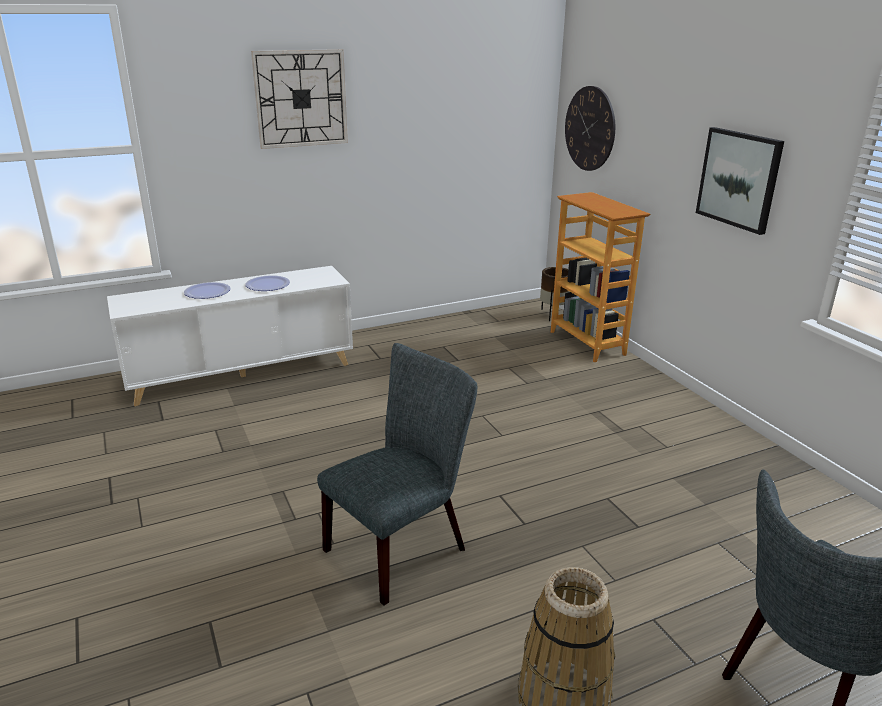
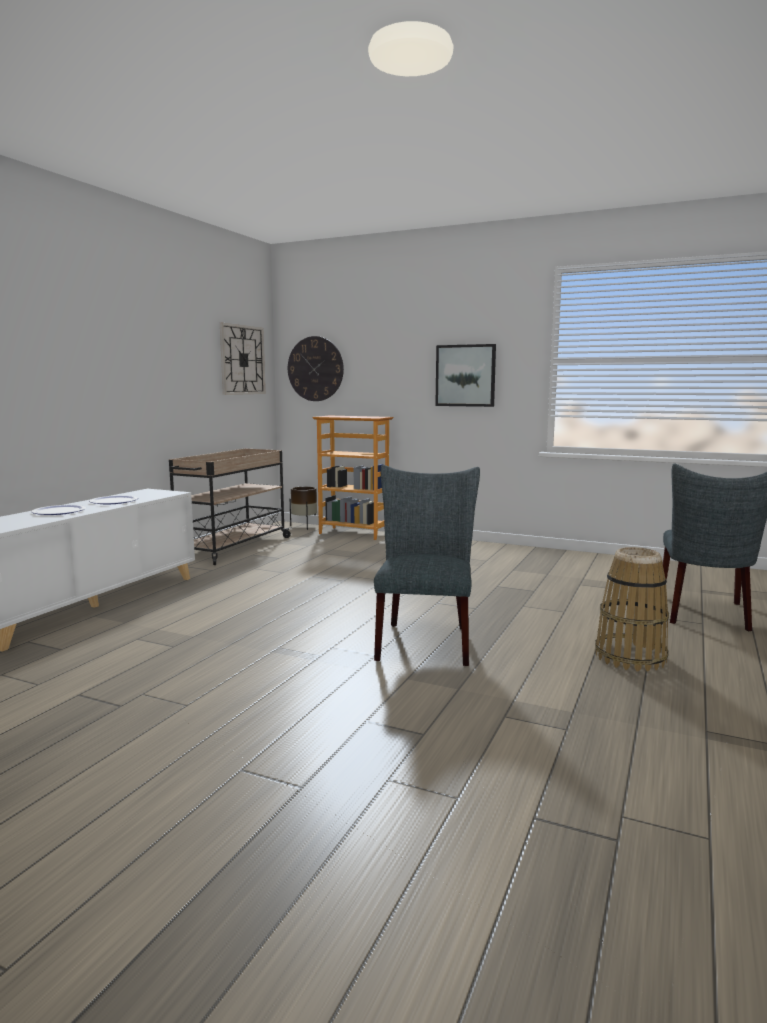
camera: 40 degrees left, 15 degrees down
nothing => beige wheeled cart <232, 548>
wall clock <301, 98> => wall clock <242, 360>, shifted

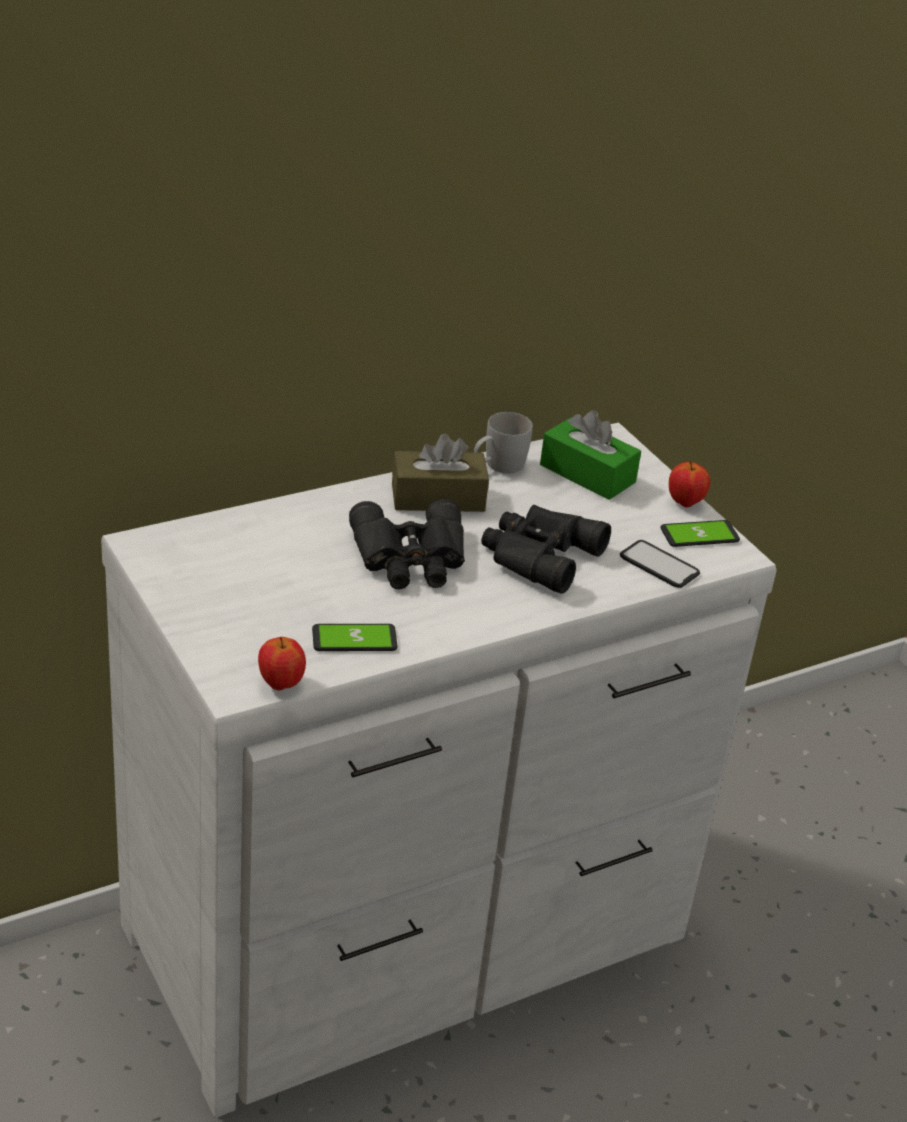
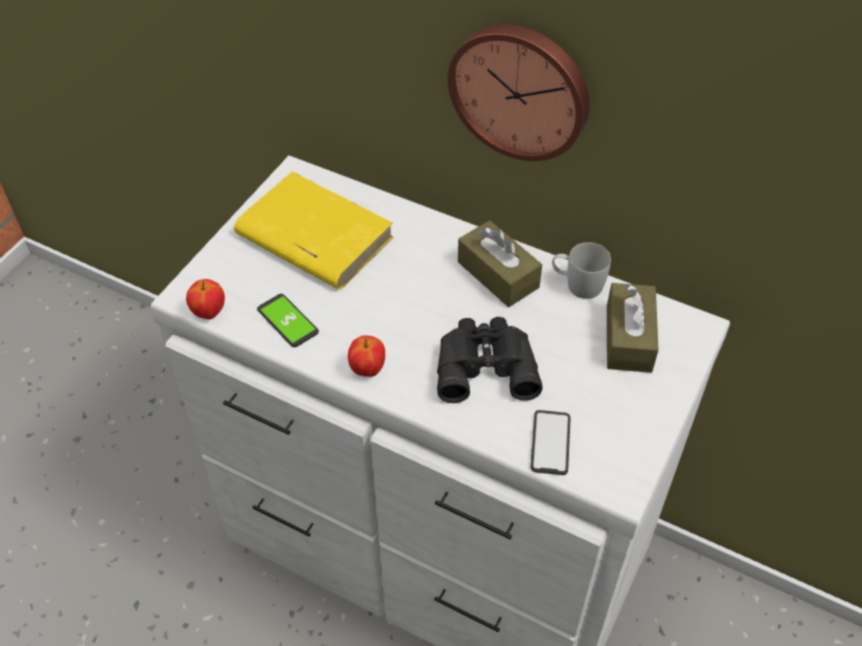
camera: 60 degrees right, 15 degrees up
nothing => yellowish book <313, 236>
whole apple <685, 502> => whole apple <367, 369>, shifted
nothing => wall clock <521, 90>
green-coloured tissue holder <587, 474> => brownish tissue holder <628, 338>
black-coloured binoculars <410, 558> => nothing
handset <699, 535> => nothing

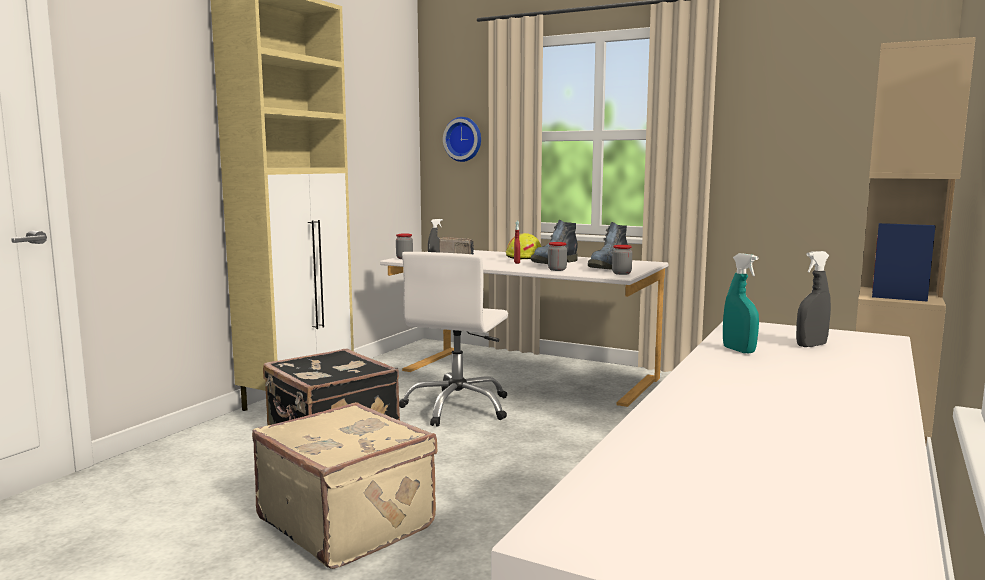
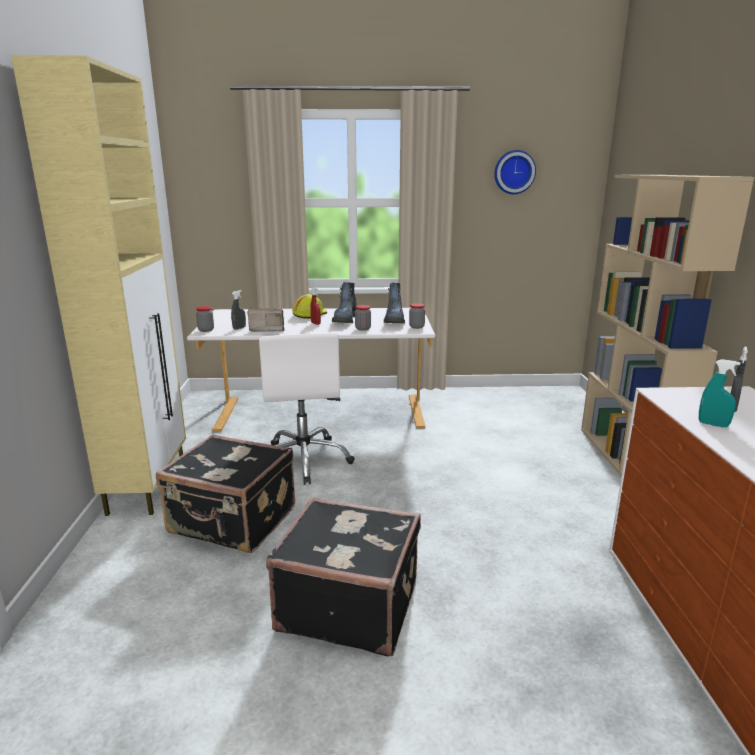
camera: 30 degrees left, 10 degrees up
beige travel case <348, 522> => black-coloured travel case <349, 604>
wall clock <464, 139> => wall clock <514, 172>, shifted

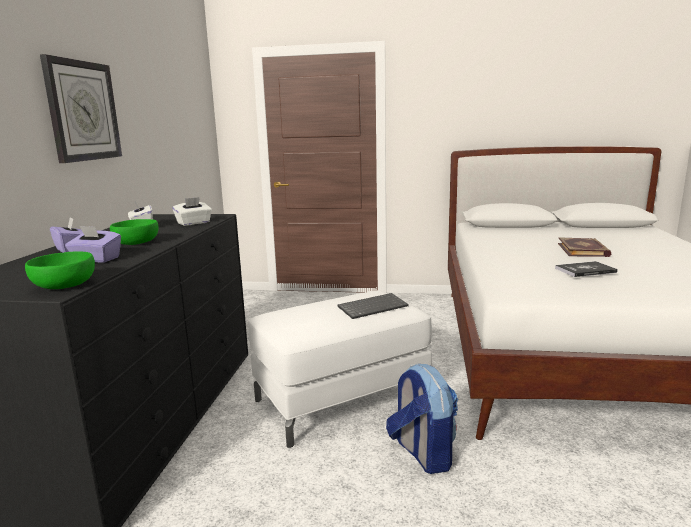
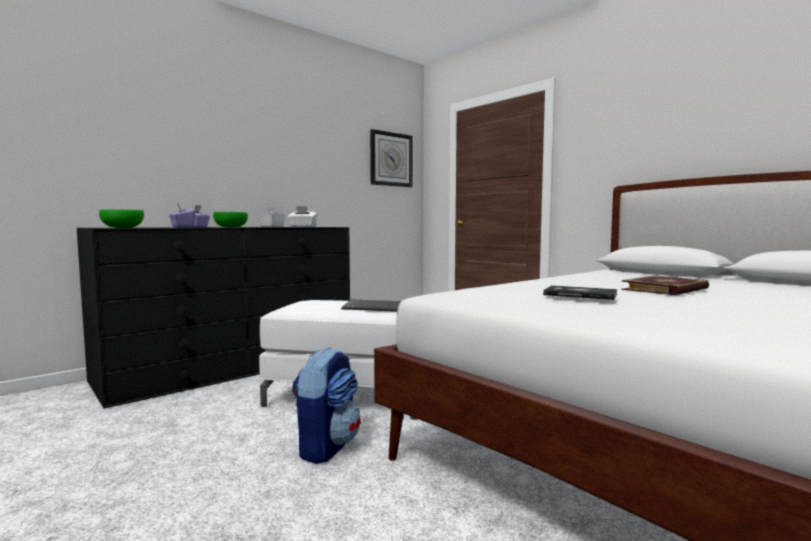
camera: 40 degrees right, 10 degrees down
wall clock <83, 111> => wall clock <391, 159>, shifted

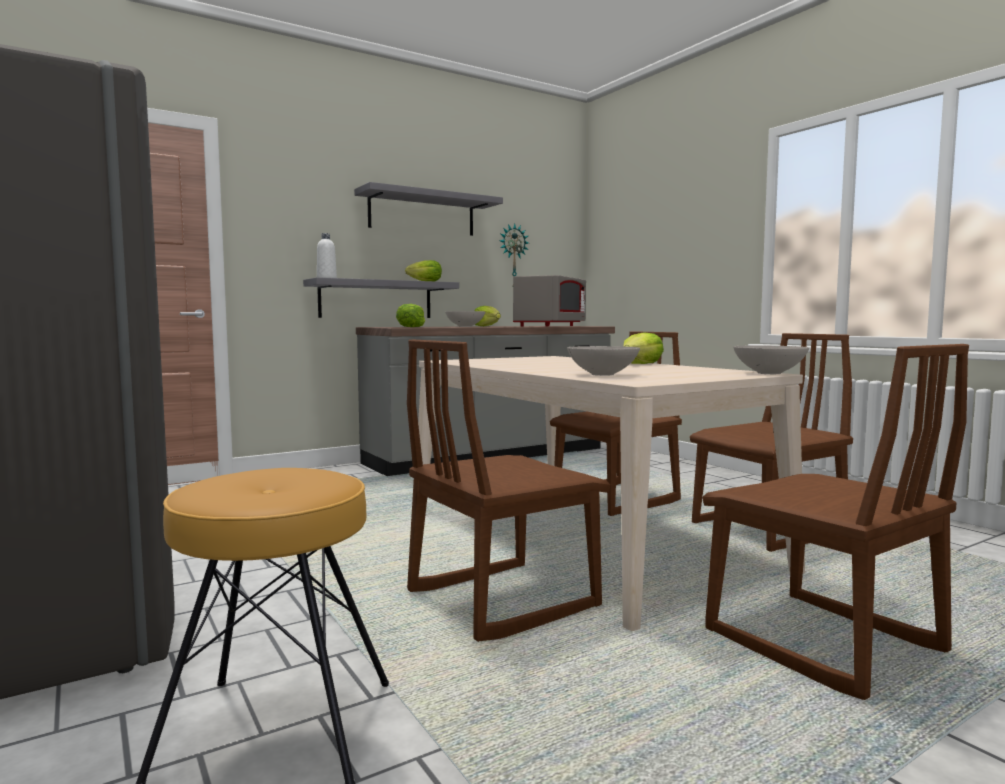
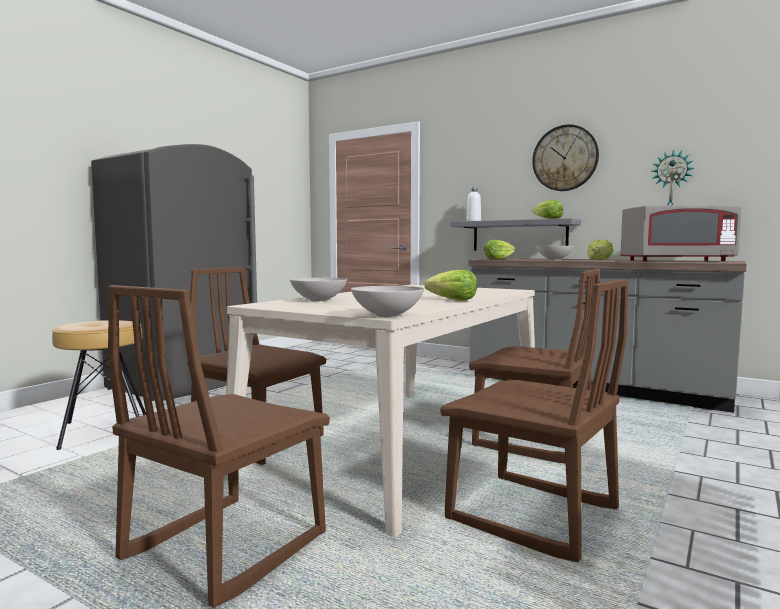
camera: 65 degrees right, 0 degrees up
grey bracket shelf <422, 214> => wall clock <565, 158>

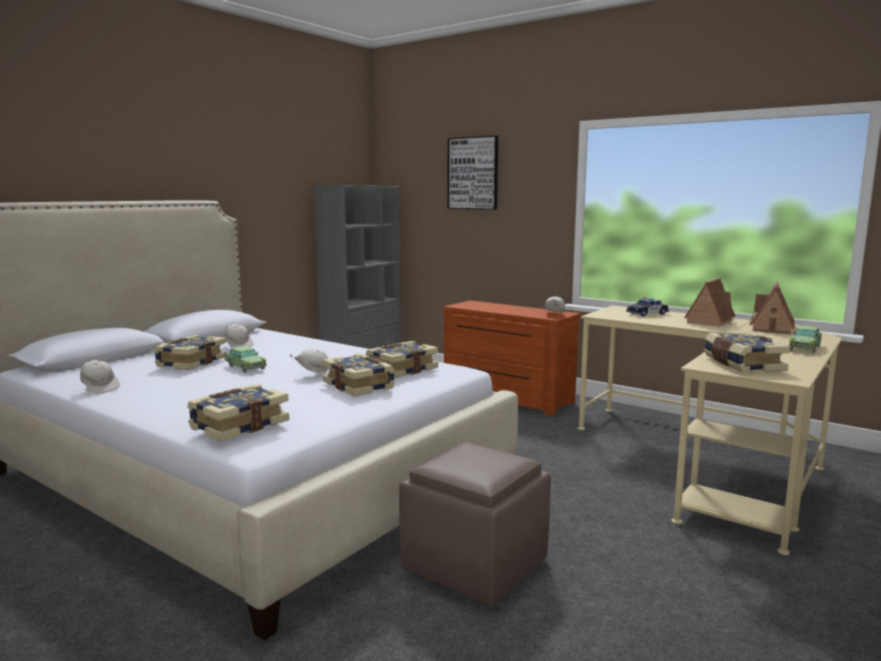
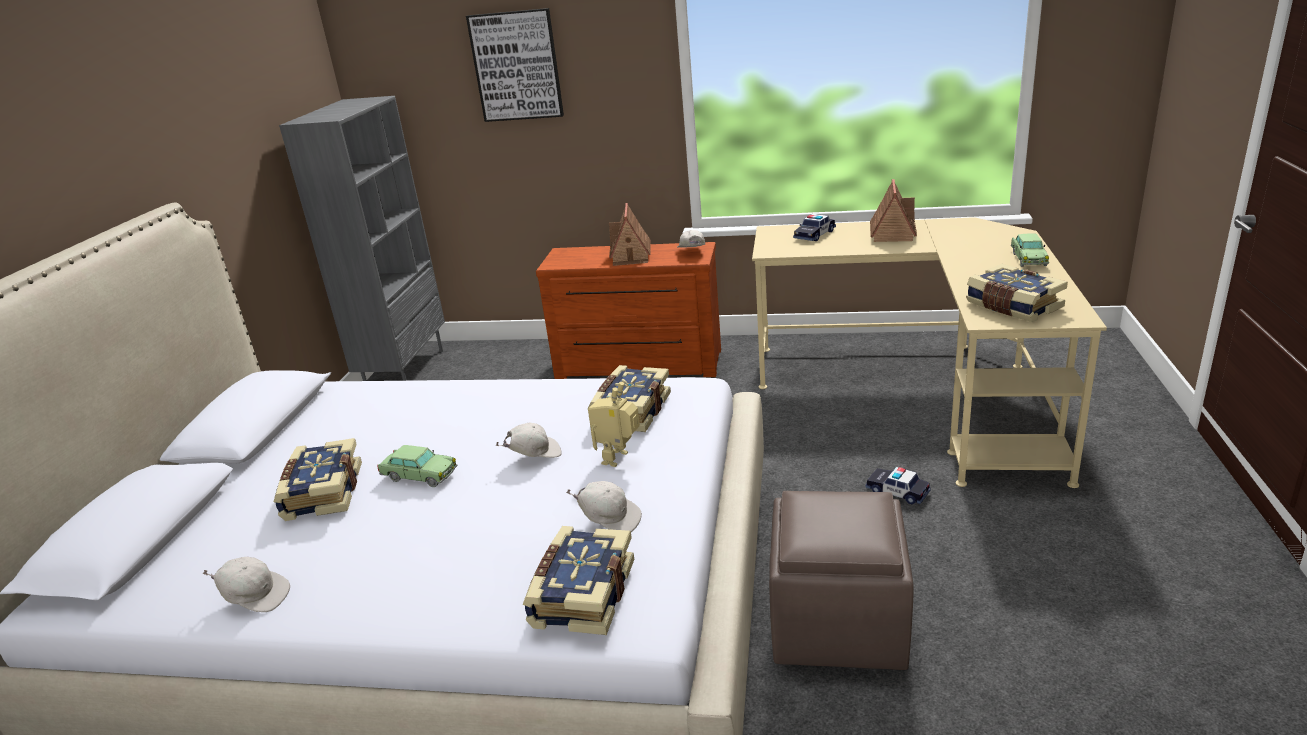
camera: 25 degrees left, 15 degrees up
white-coloured baseball cap <238, 346> => white-coloured baseball cap <609, 520>, shifted
book <359, 386> => toy robot <619, 459>
toy house <772, 328> => toy house <630, 255>, shifted
nothing => model car <897, 491>

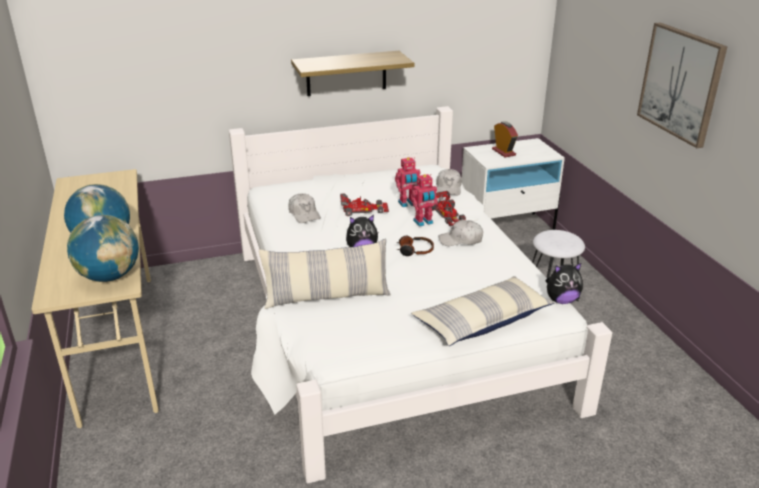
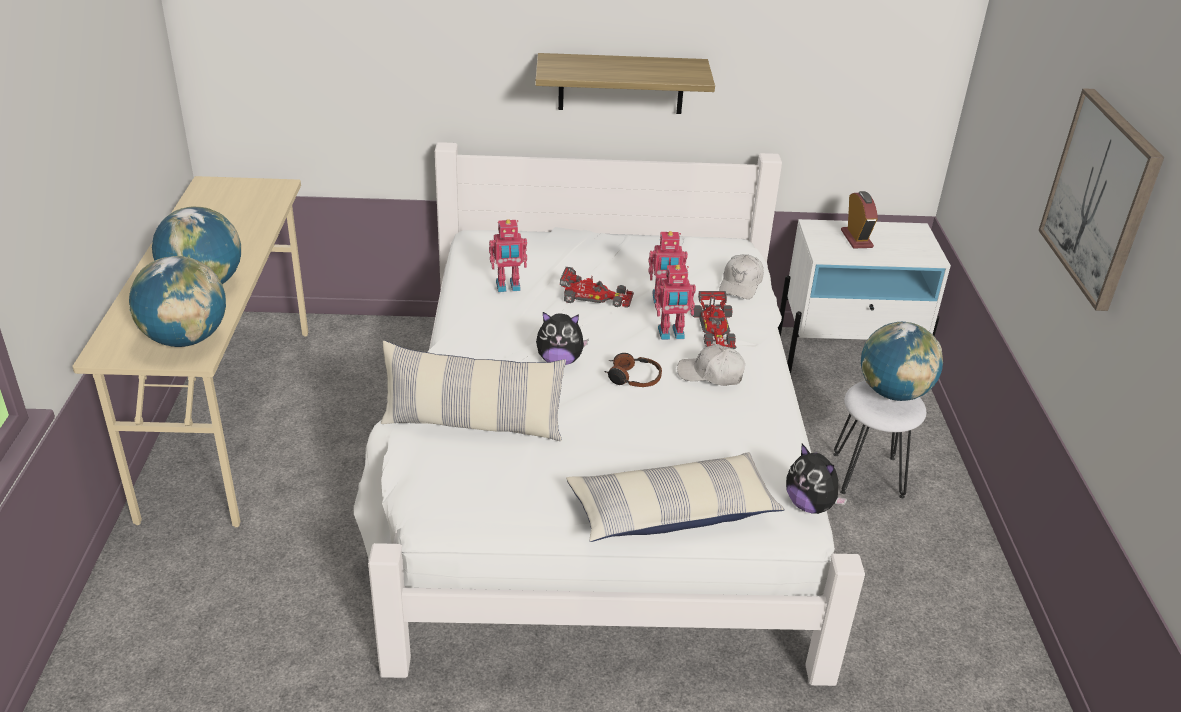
camera: 15 degrees right, 5 degrees up
white-coloured baseball cap <304, 214> => toy robot <508, 287>
soft toy <561, 300> => soft toy <810, 505>, 45 degrees clockwise
nothing => desk globe <893, 393>

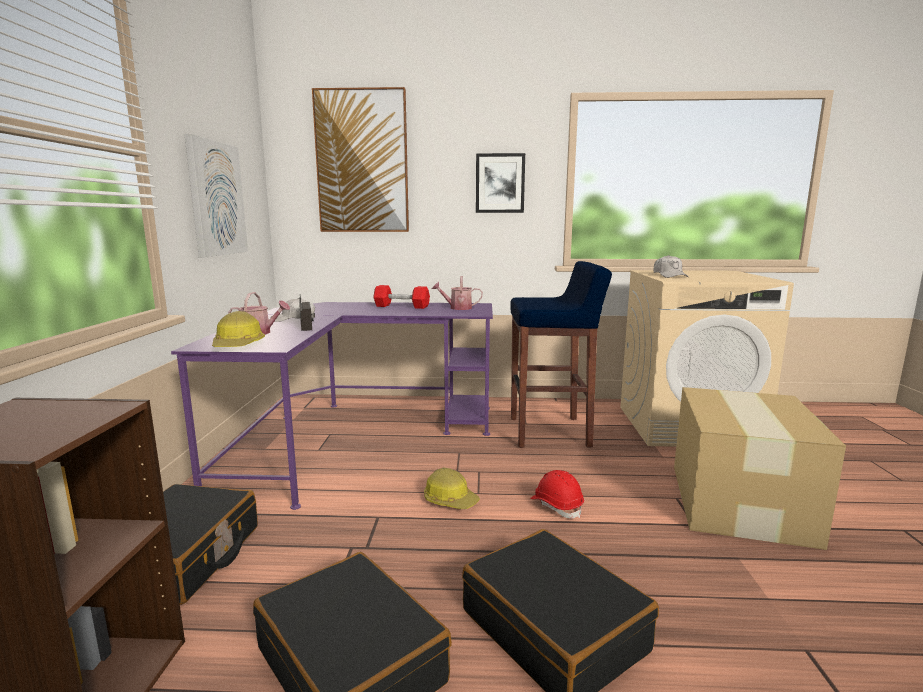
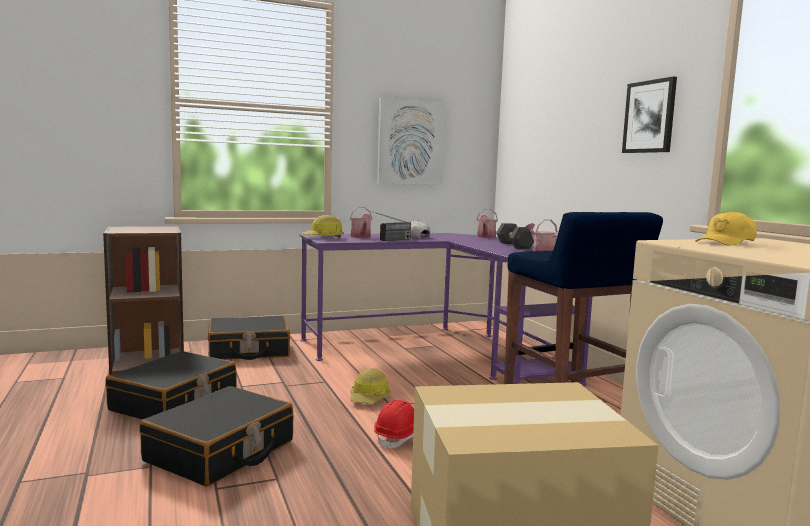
camera: 65 degrees right, 5 degrees down
nothing => watering can <485, 237>
reddish hand weight <401, 306> => grey hand weight <514, 245>
white-coloured baseball cap <669, 275> => yellowish baseball cap <726, 242>
wall picture <362, 162> => nothing

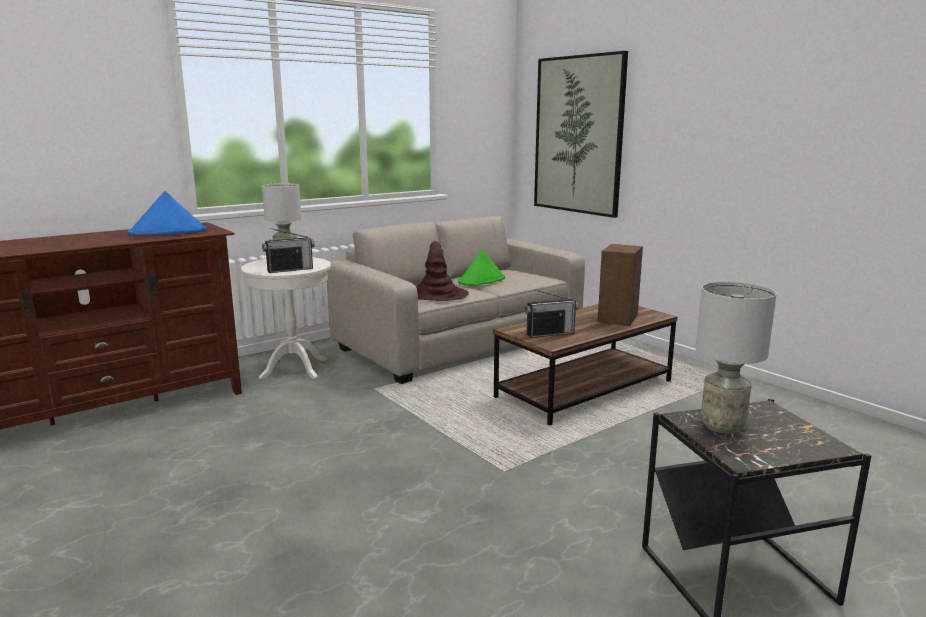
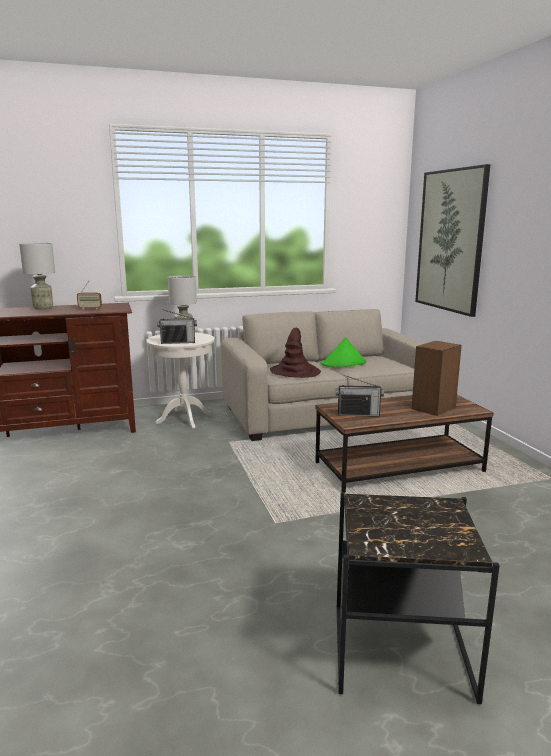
camera: 20 degrees right, 0 degrees up
grey lamp for a table <722, 426> => grey lamp for a table <43, 308>, shifted
blue-coloured wearable hat <168, 232> => radio set <90, 308>

